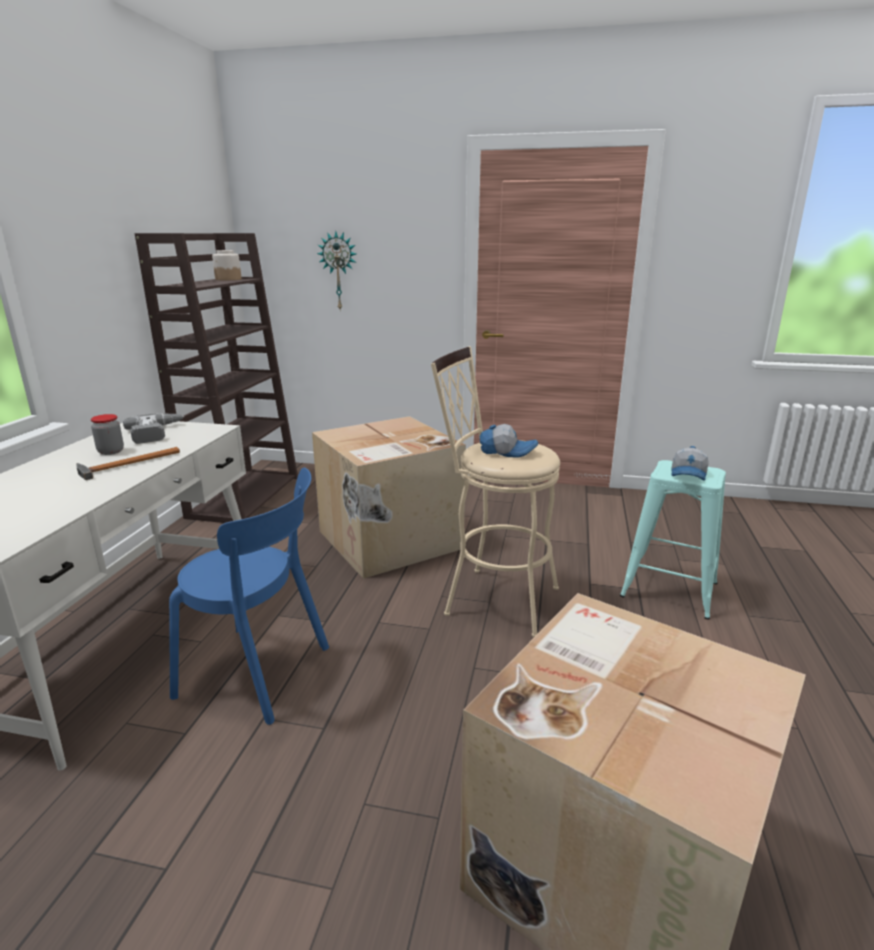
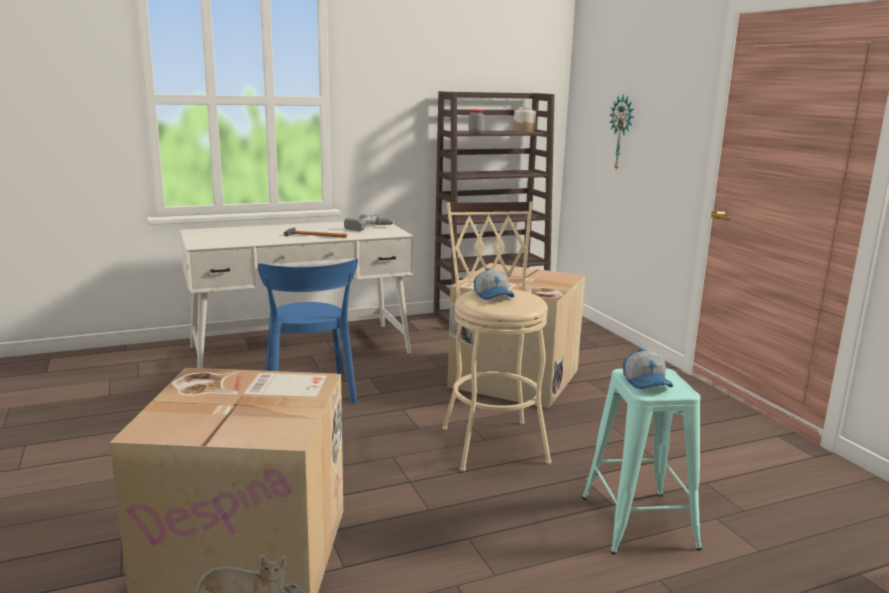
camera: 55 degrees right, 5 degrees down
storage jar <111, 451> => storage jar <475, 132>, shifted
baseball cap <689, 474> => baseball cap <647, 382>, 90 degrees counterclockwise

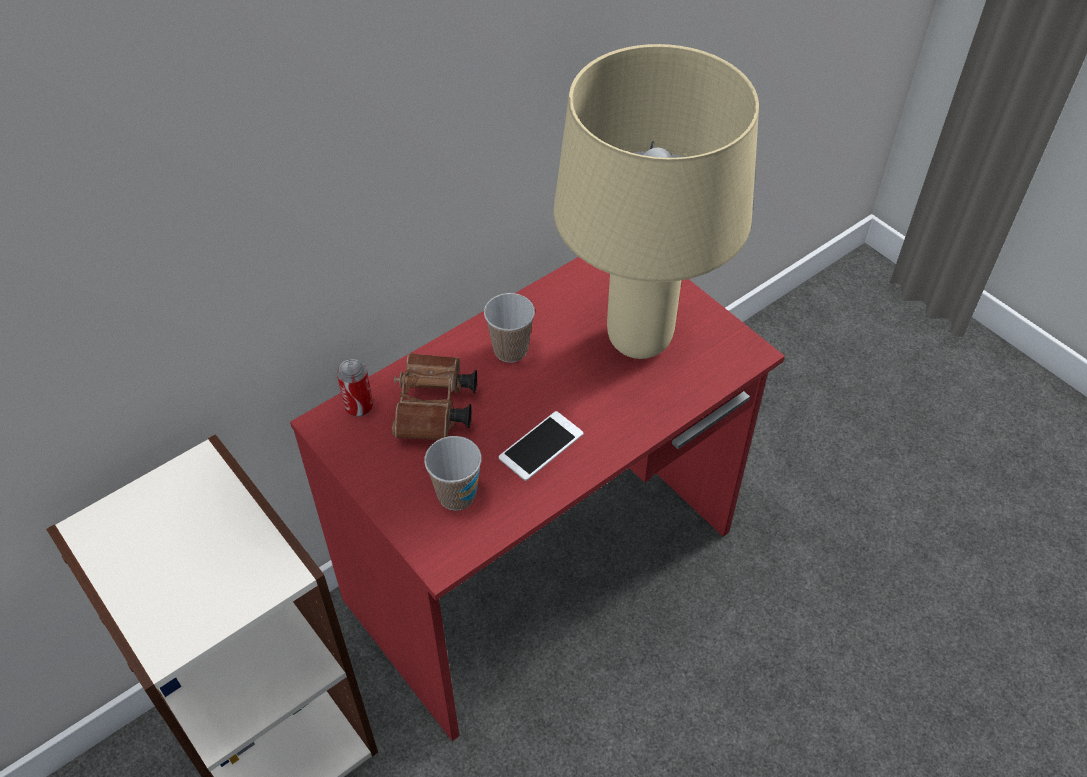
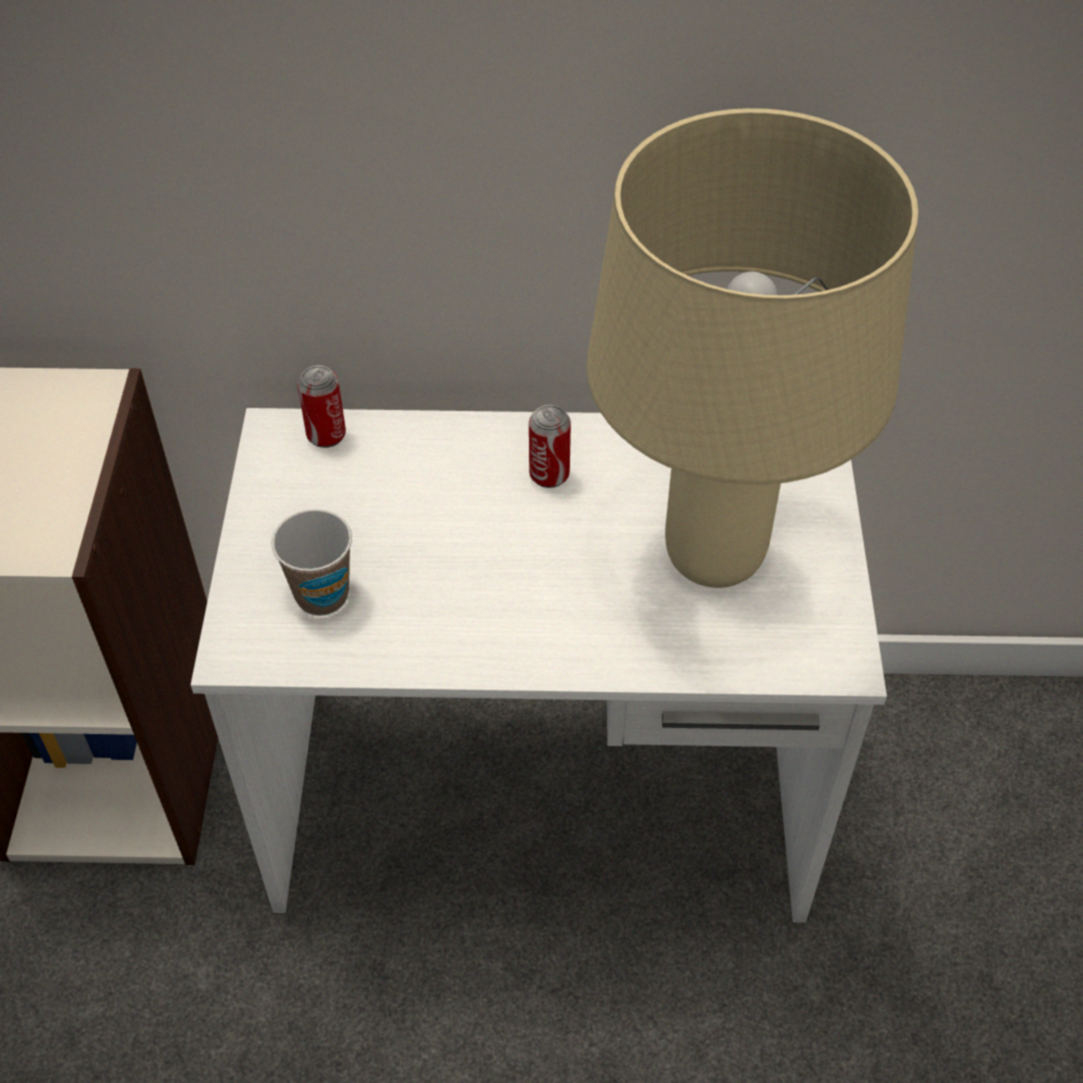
camera: 40 degrees right, 0 degrees up
reddish desk table <544, 567> => white-coloured desk table <543, 801>
cup <510, 350> => metal can <549, 475>
brownish binoculars <434, 411> => nothing
handset <541, 446> => nothing

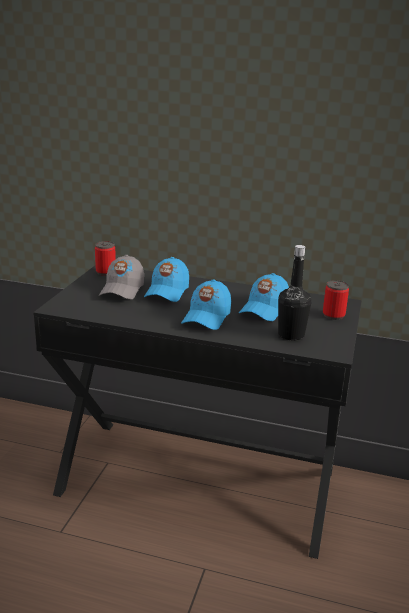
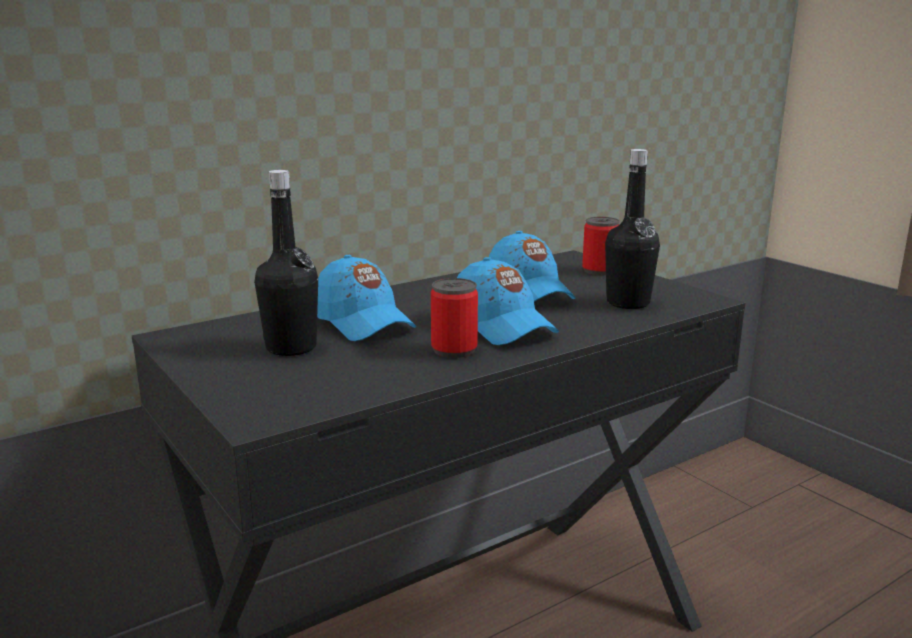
camera: 50 degrees left, 5 degrees down
grey baseball cap <122, 290> => black-coloured bottle <291, 348>
metal can <105, 272> => metal can <454, 350>, shifted

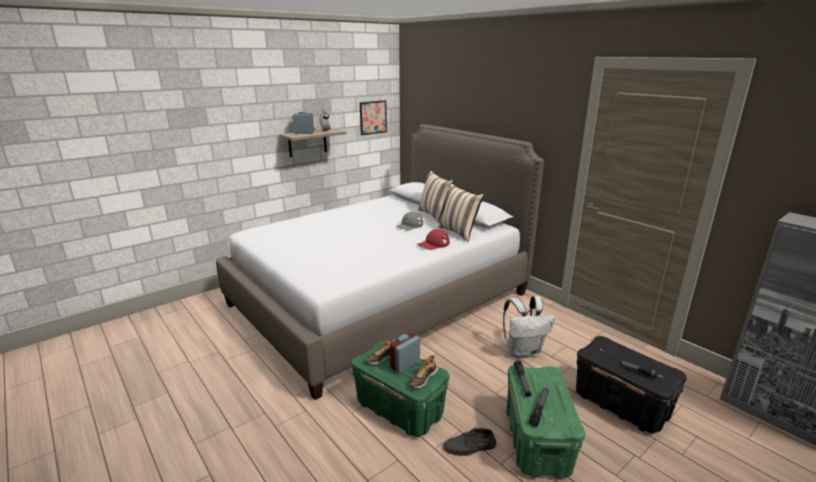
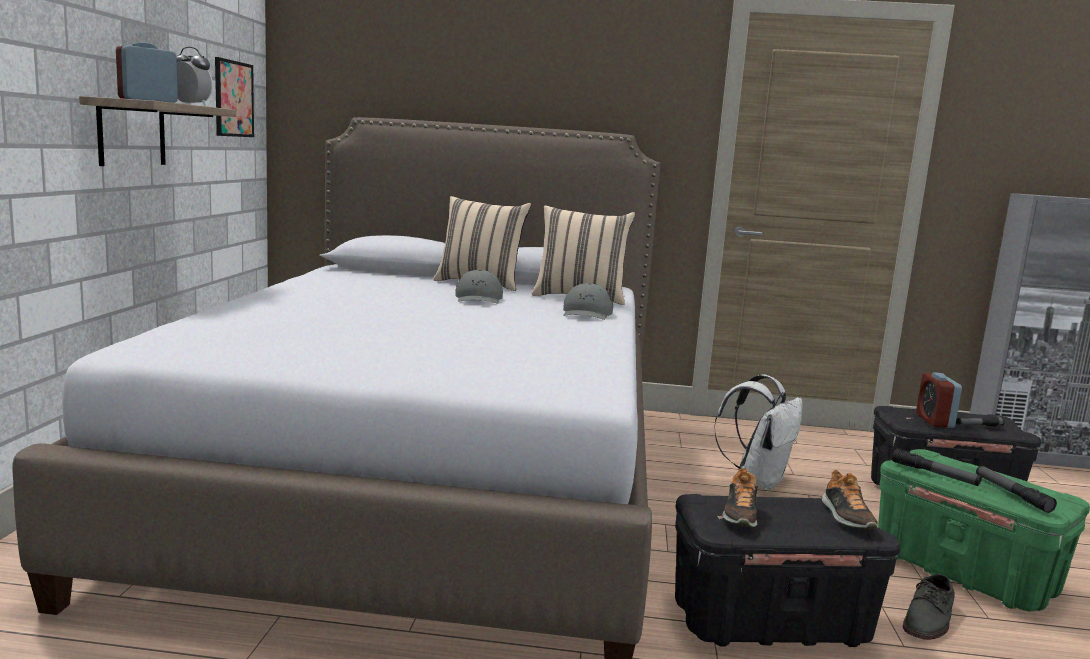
camera: 45 degrees left, 10 degrees down
reddish baseball cap <433, 244> => grey baseball cap <586, 313>
green-coloured storage bin <400, 409> => black-coloured storage bin <770, 622>
table clock <405, 364> => table clock <934, 421>, shifted

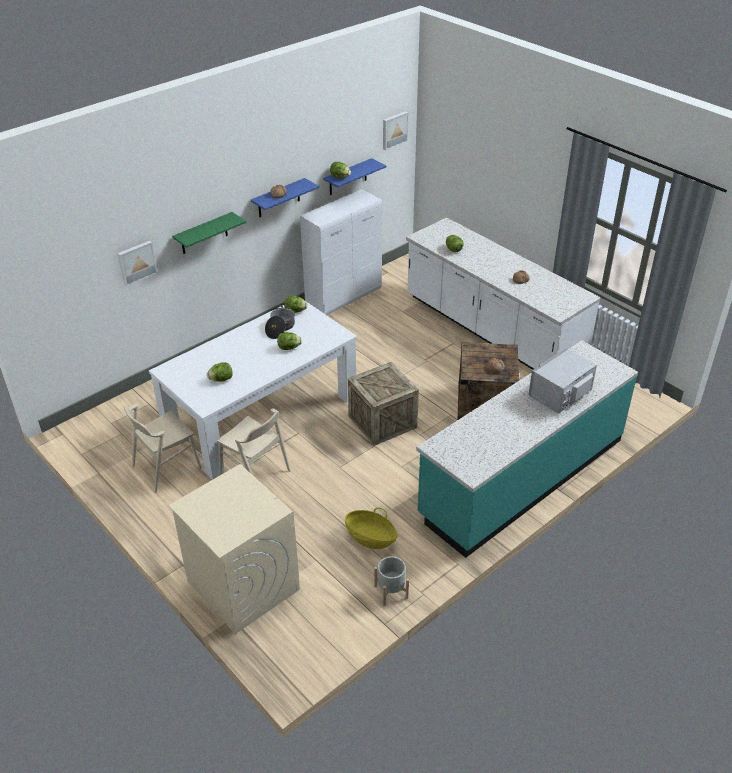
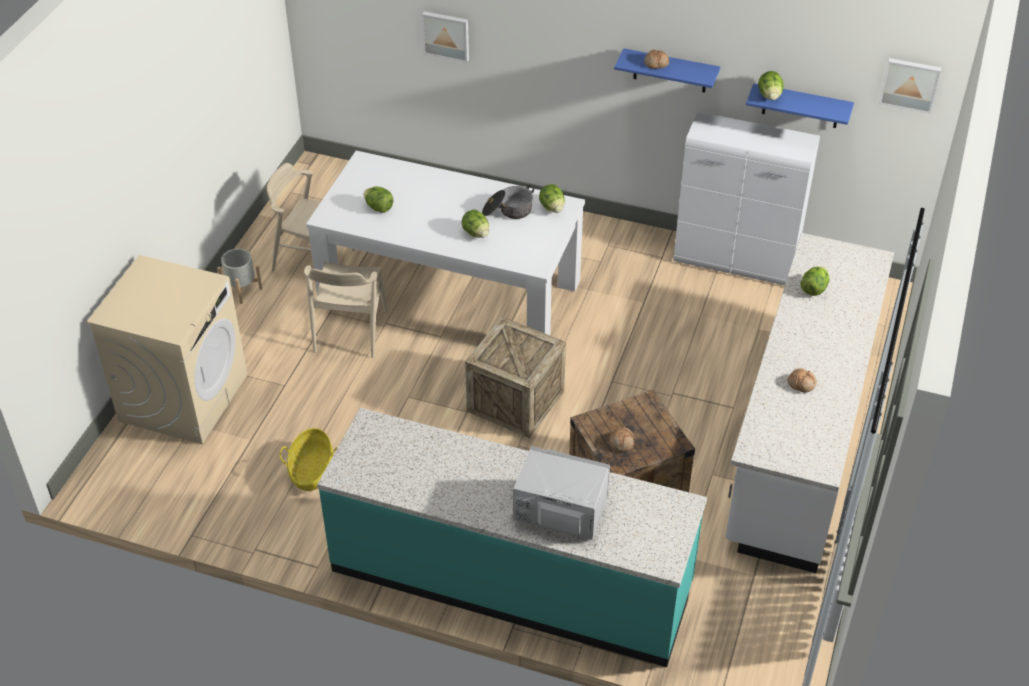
camera: 60 degrees right, 5 degrees up
grey planter <391, 592> => grey planter <241, 290>, shifted
green-coloured bracket shelf <204, 234> => nothing

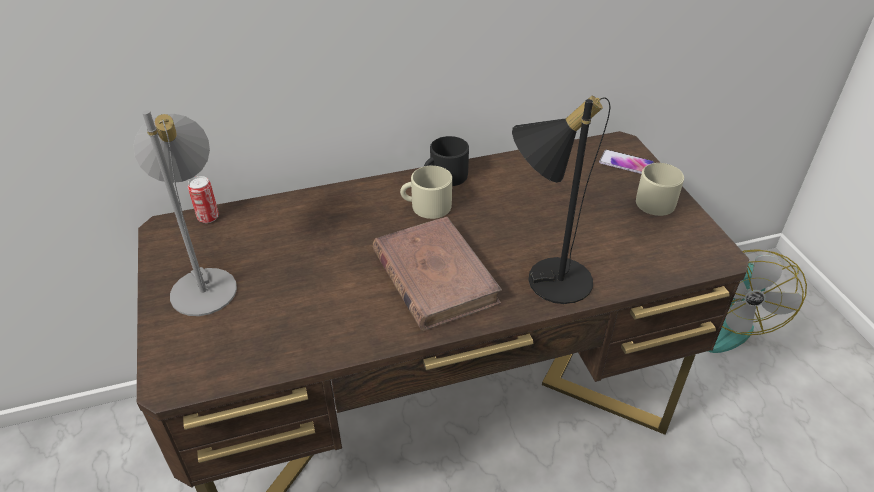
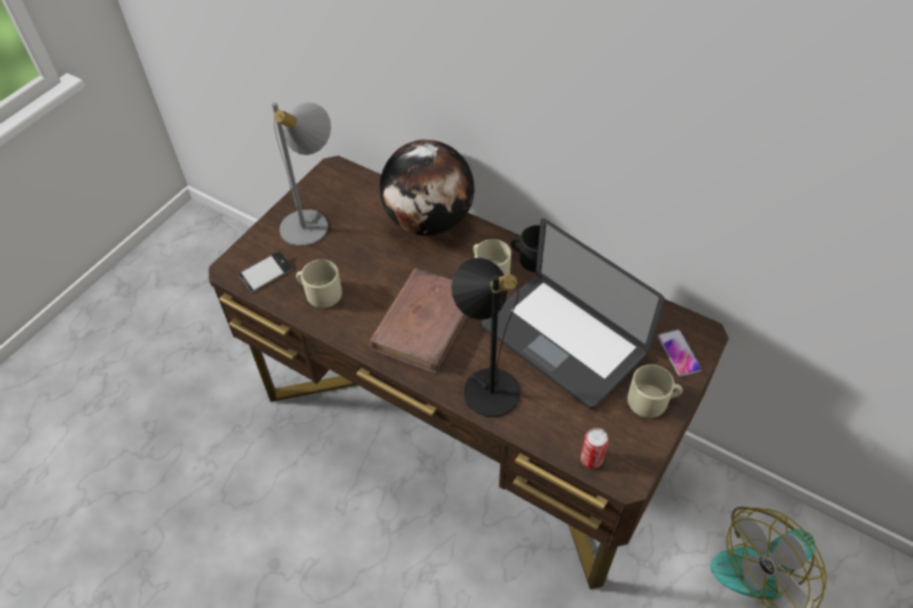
camera: 50 degrees right, 10 degrees up
nothing => handset <266, 274>
nothing => beige mug <319, 292>
nothing => desk globe <429, 221>
nothing => notebook computer <562, 341>
metal can <208, 217> => metal can <591, 459>, shifted

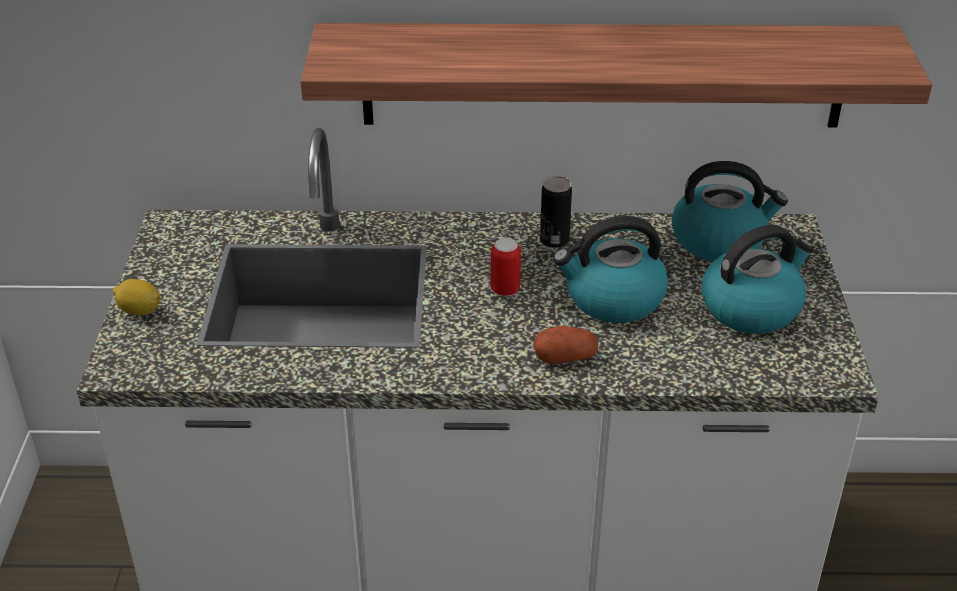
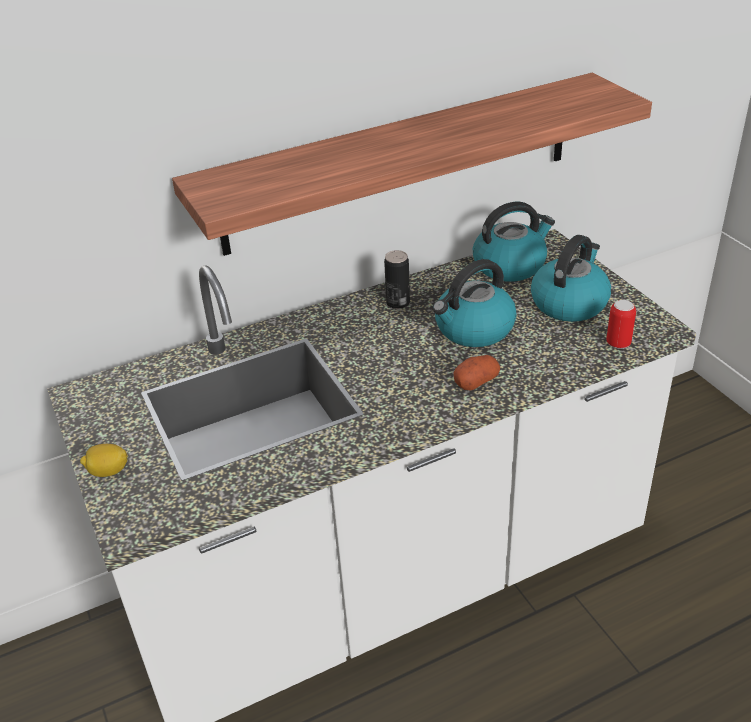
camera: 25 degrees left, 0 degrees up
metal can <505, 290> => metal can <618, 343>, shifted

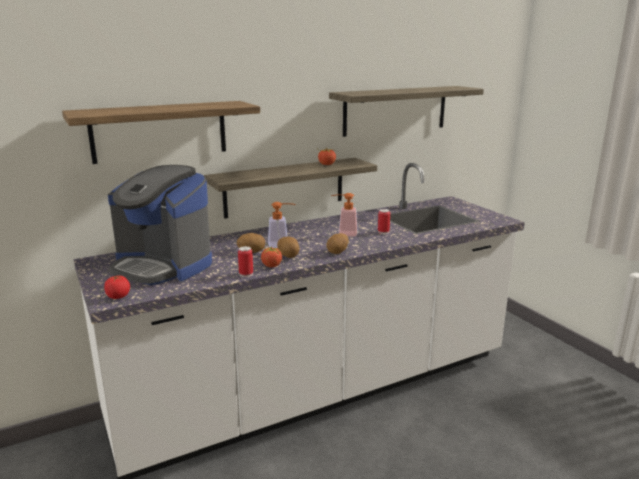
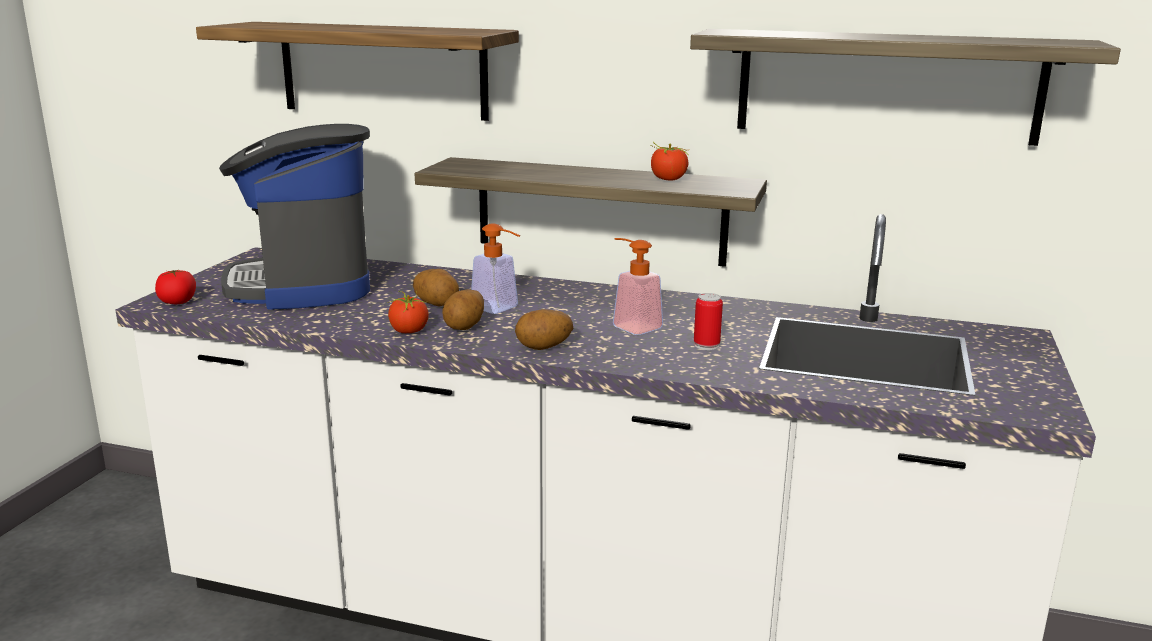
camera: 45 degrees right, 0 degrees up
metal can <246, 274> => nothing

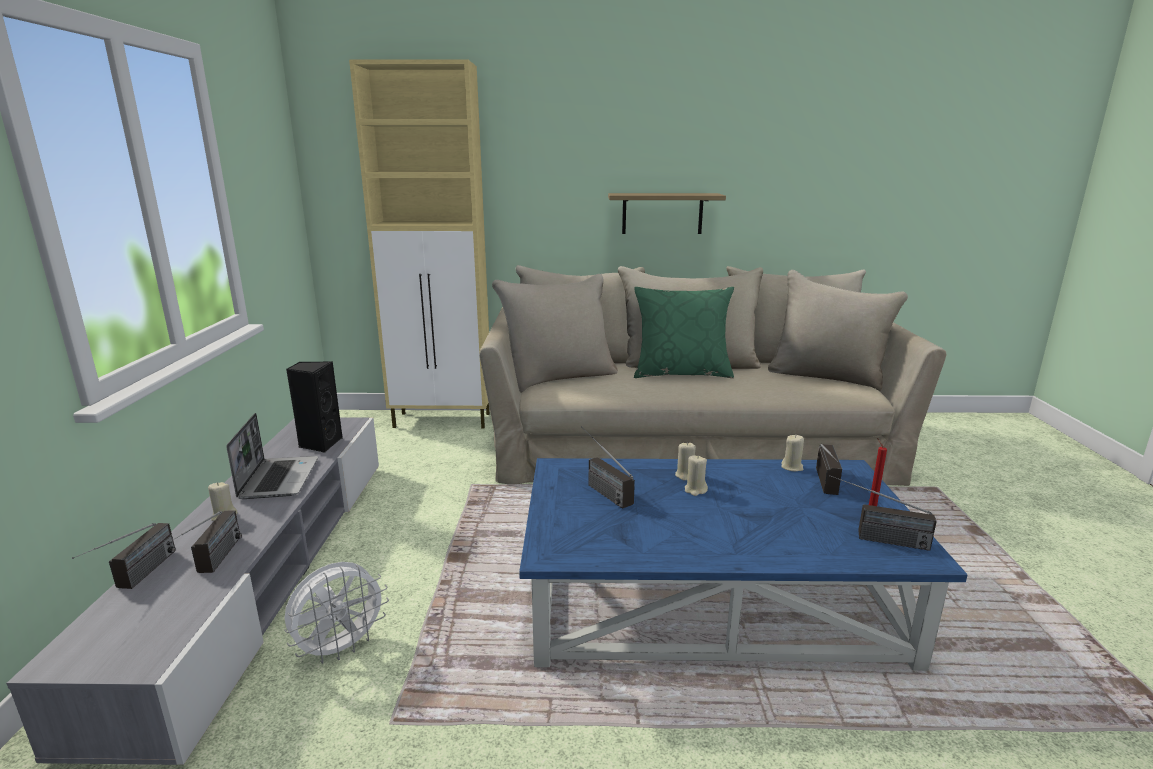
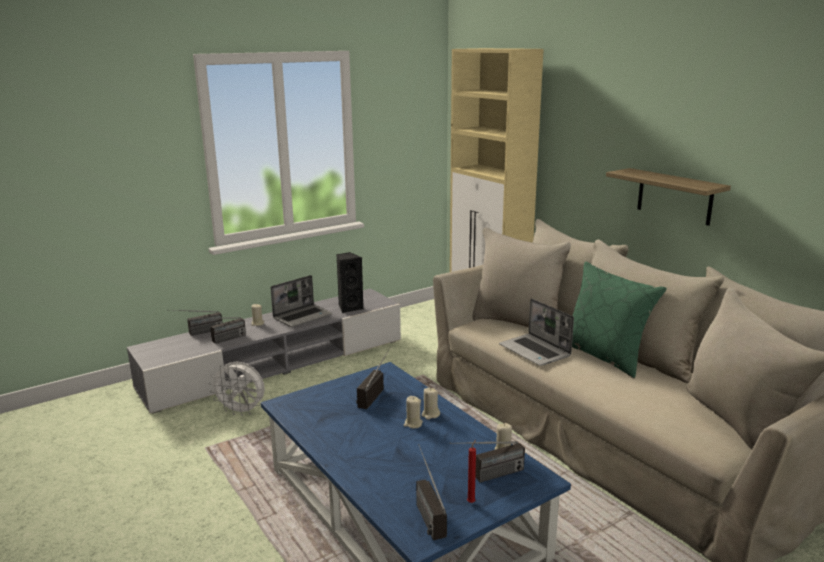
camera: 55 degrees right, 0 degrees up
nothing => notebook computer <535, 351>

